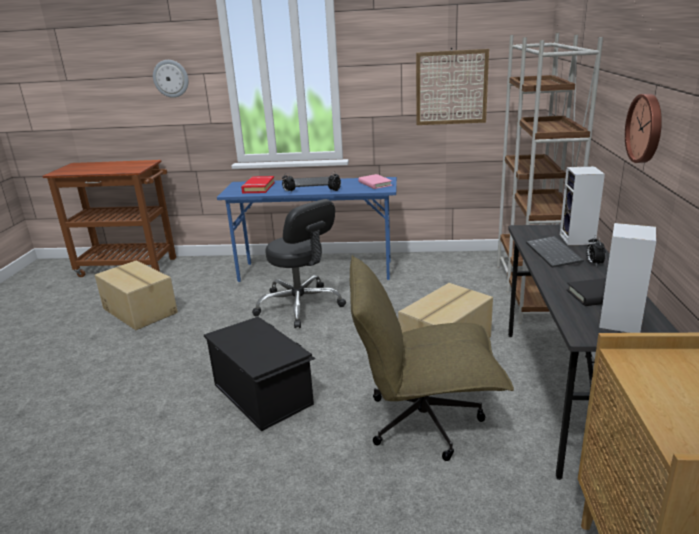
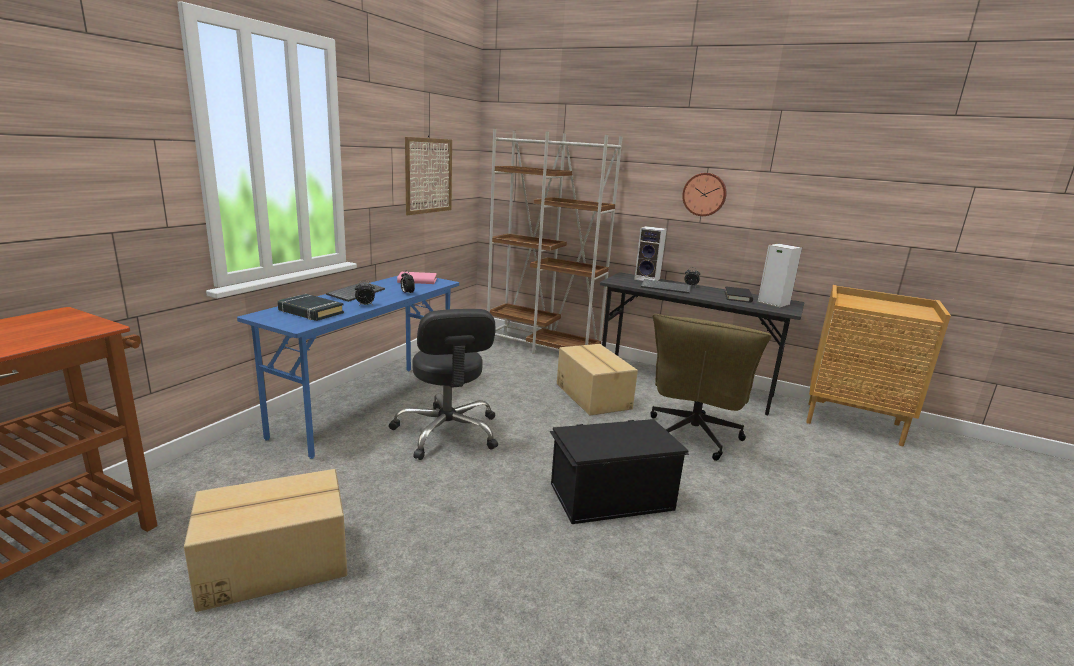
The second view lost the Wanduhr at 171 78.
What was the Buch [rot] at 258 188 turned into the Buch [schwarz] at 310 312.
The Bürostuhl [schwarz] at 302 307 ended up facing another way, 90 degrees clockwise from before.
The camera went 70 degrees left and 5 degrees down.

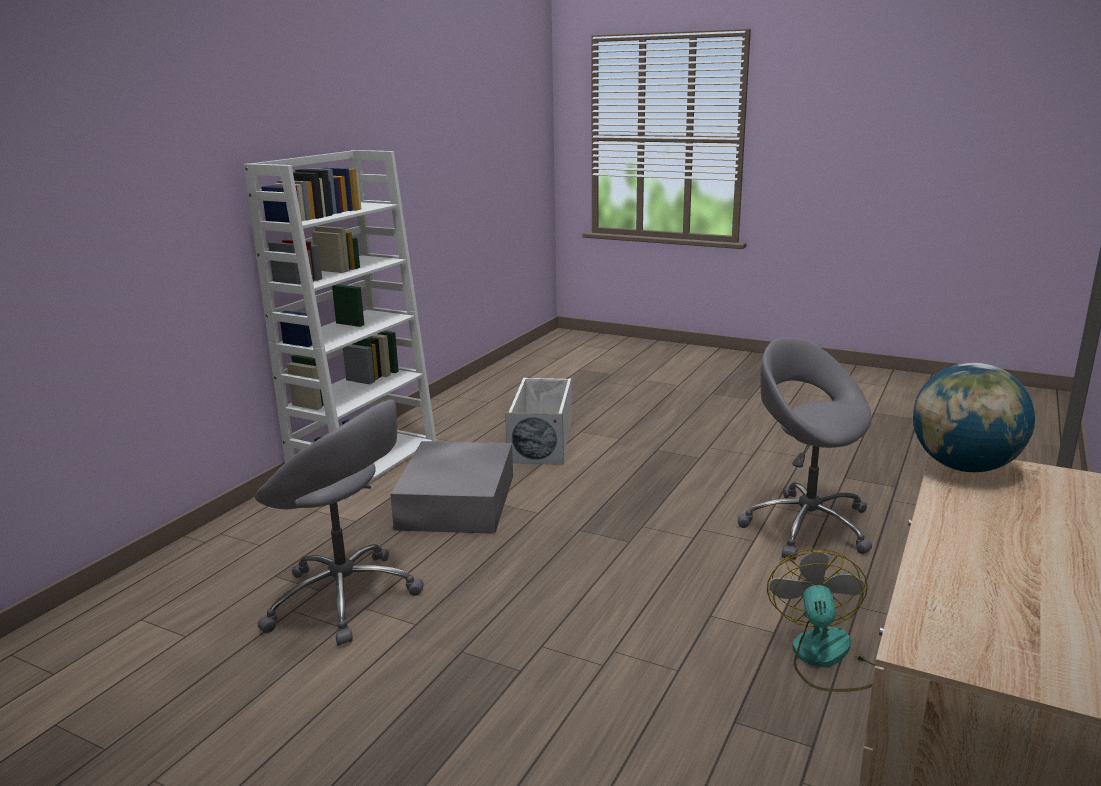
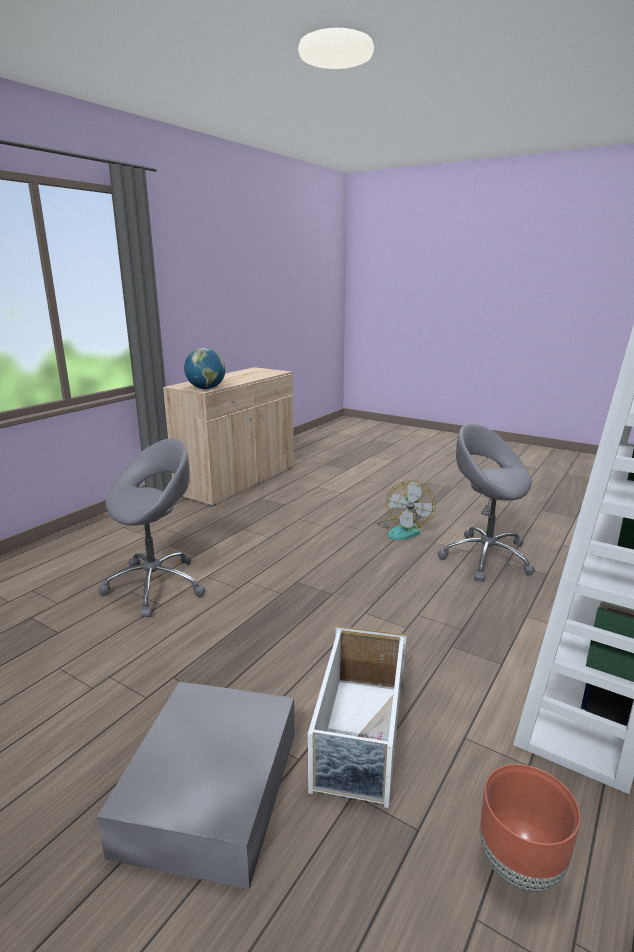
The second view gained the Pflanzkübel [braun] at 518 864.
The Aufbewahrungsbox [grau] ended up elsewhere, having gone from 458 500 to 208 792.
The Ventilator ended up elsewhere, having gone from 825 658 to 404 530.
The Bürostuhl [grau] at 805 526 ended up facing another way, 75 degrees counterclockwise from before.
The camera went 175 degrees left and 0 degrees up.

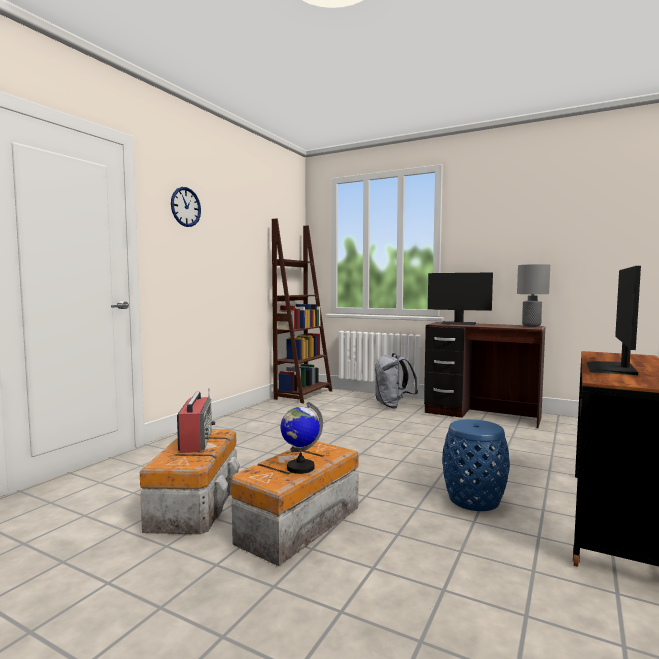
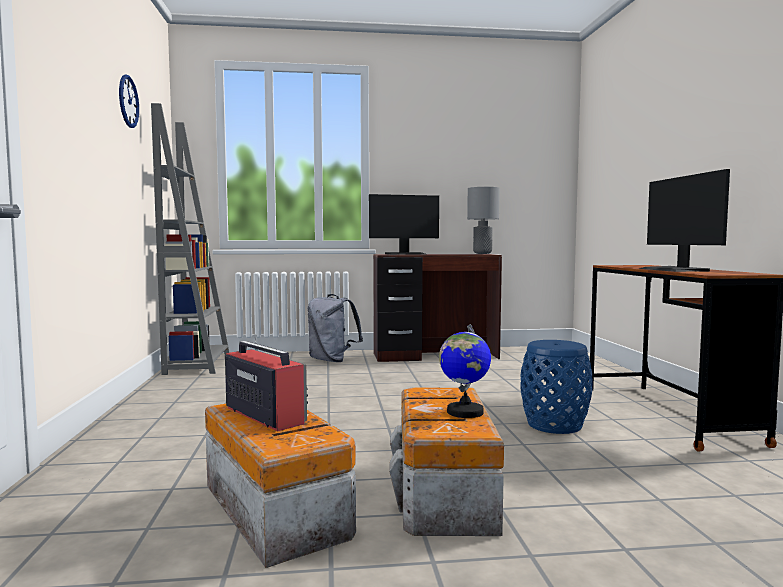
The Wanduhr ended up elsewhere, having gone from 185 207 to 128 101.
What was the Bücherregal [braun] at 303 395 turned into the Bücherregal [grau] at 197 364.
The camera went 35 degrees left and 0 degrees up.

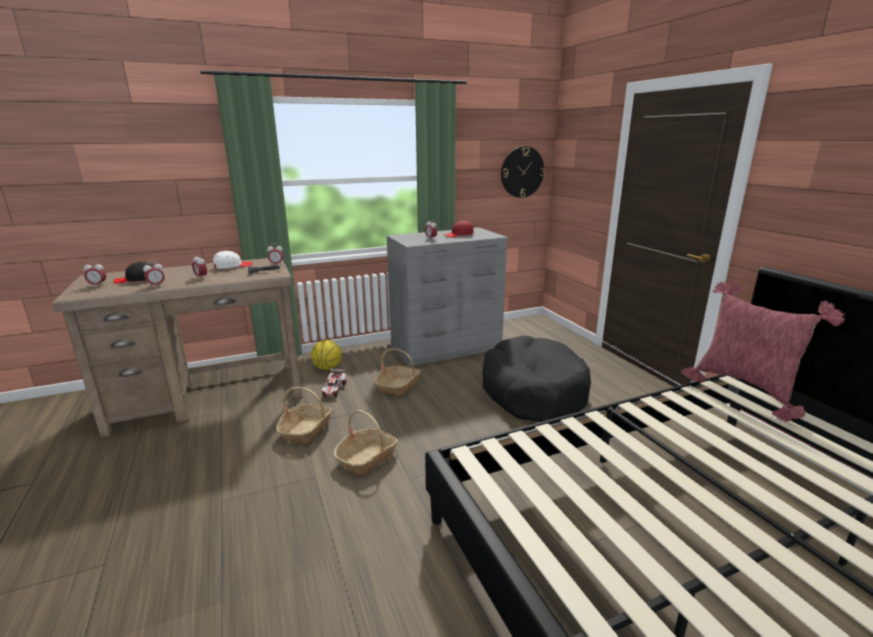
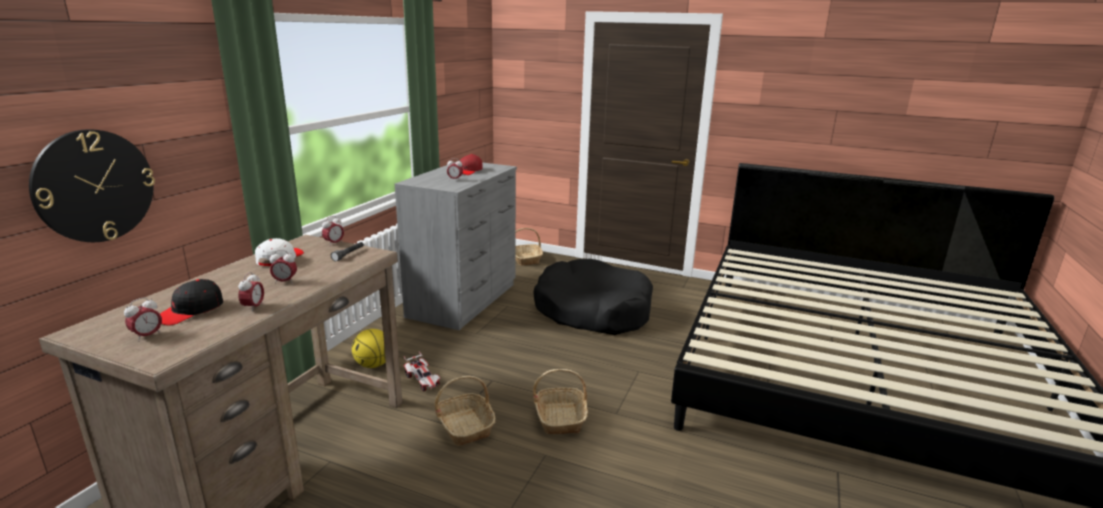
The second view lost the Kissen [rot] at 743 396.
The Korb ended up elsewhere, having gone from 398 386 to 525 259.
The Wanduhr ended up elsewhere, having gone from 522 172 to 94 186.
The camera went 45 degrees left and 0 degrees up.

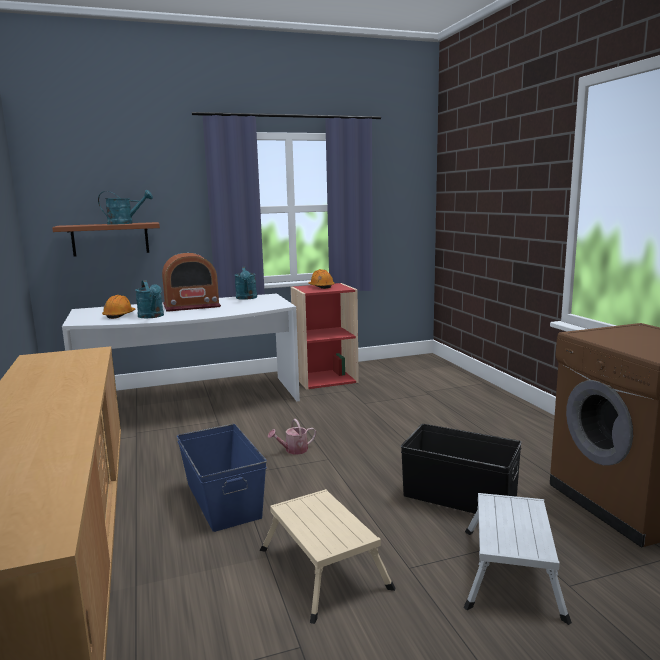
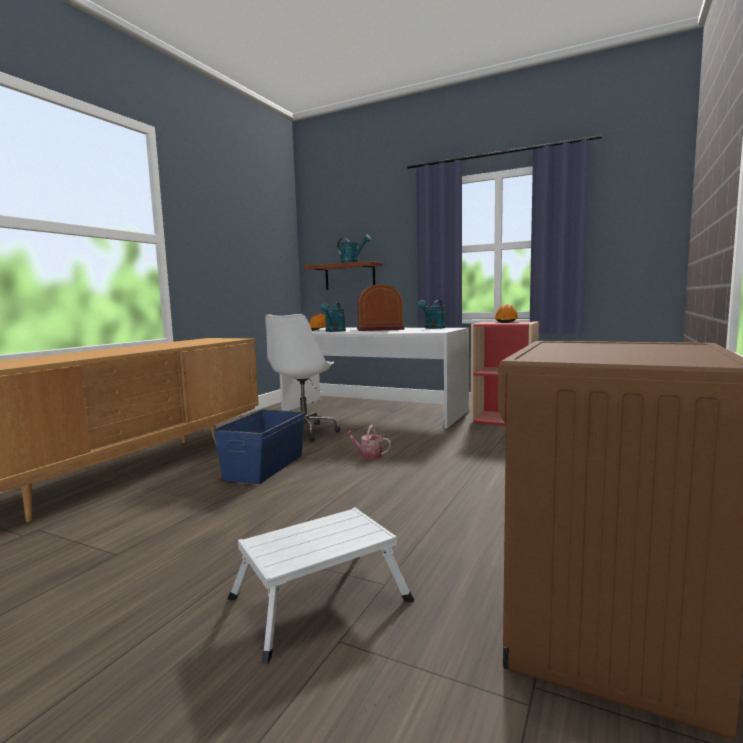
The second view lost the Trittleiter [beige] at 323 567.
The second view lost the Aufbewahrungsbox [schwarz] at 459 496.
The second view gained the Bürostuhl [weiß] at 303 433.
The Radio at 191 306 ended up facing another way, 150 degrees clockwise from before.
The camera went 45 degrees right and 5 degrees down.

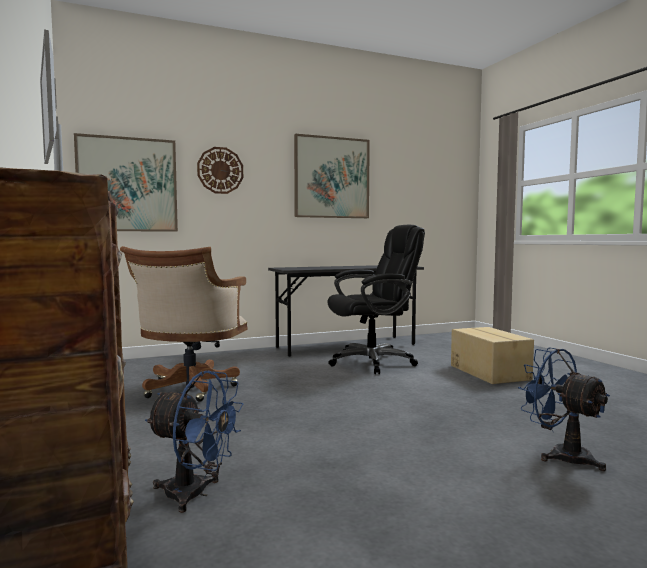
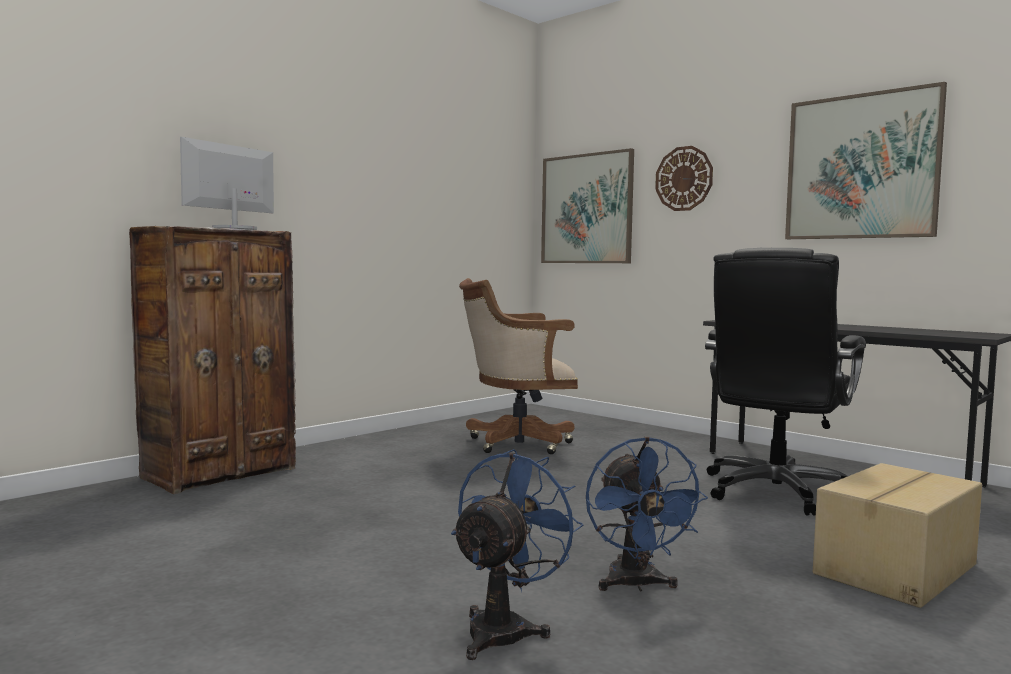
The Ventilator [blau] ended up elsewhere, having gone from 195 494 to 636 585.
The Bürostuhl [schwarz] at 372 362 ended up facing another way, 75 degrees clockwise from before.
The camera went 65 degrees right and 0 degrees up.

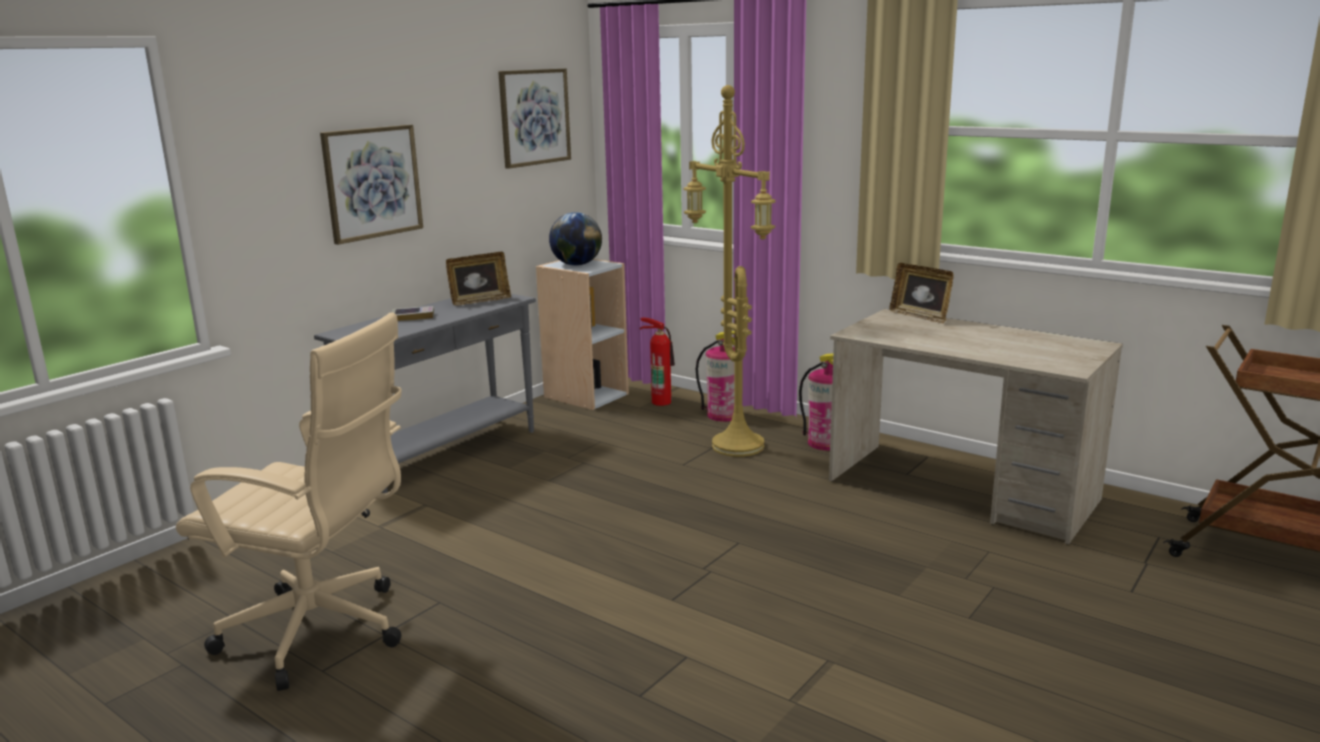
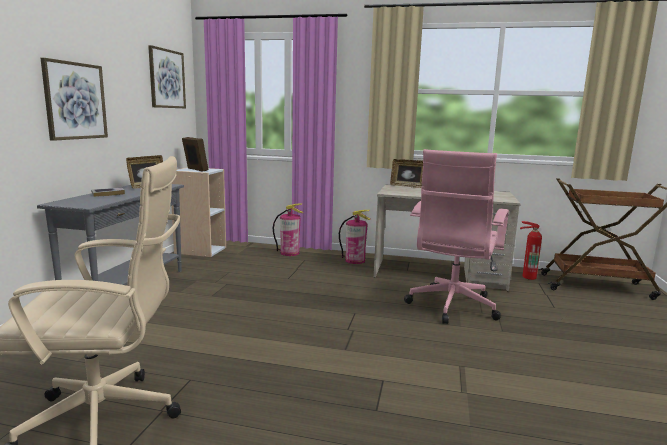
The second view lost the Stehlampe [gelb] at 733 446.
The second view gained the Bürostuhl [rosa] at 451 307.
The Feuerlöscher ended up elsewhere, having gone from 661 401 to 527 277.
Where the Globus stood at 576 265, the Bilderrahmen came to stand at 195 169.
The camera went 25 degrees left and 5 degrees down.

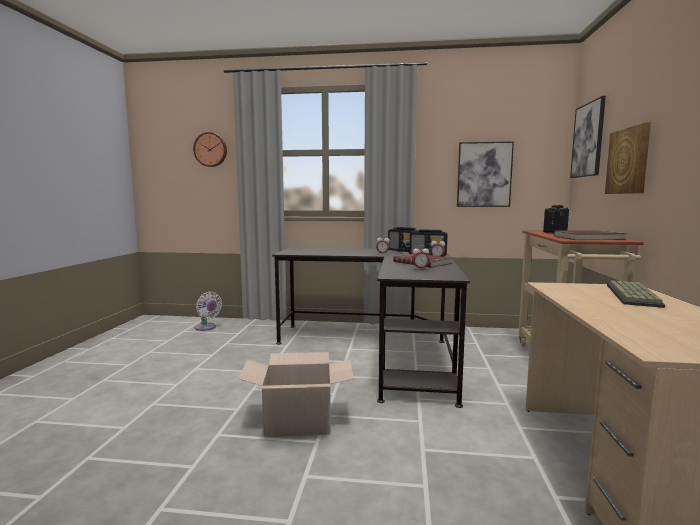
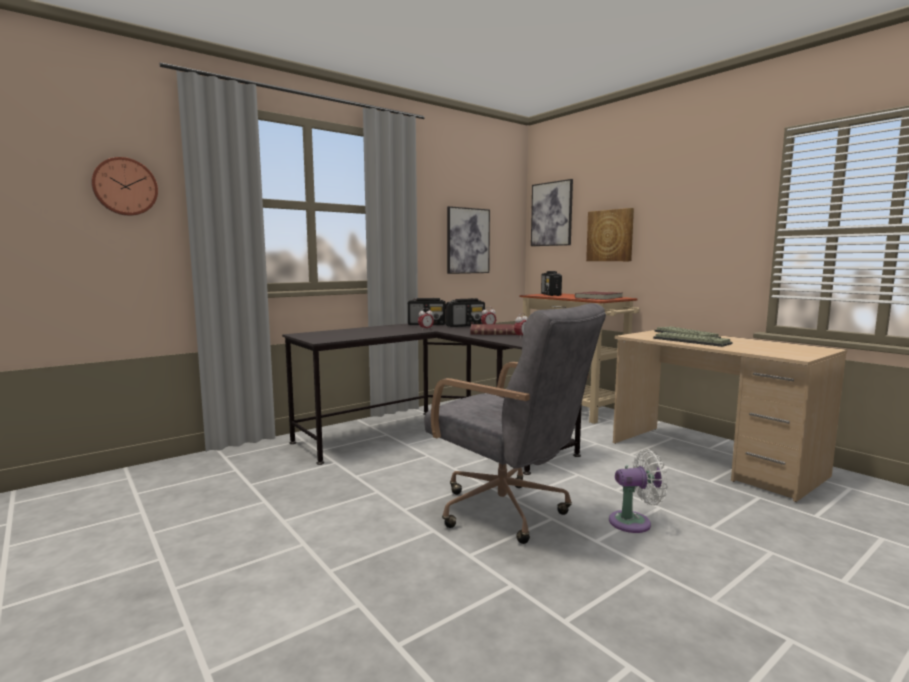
The second view gained the Tastatur at 692 341.
The Ventilator [weiß] ended up elsewhere, having gone from 206 328 to 634 522.
Where the Karton stood at 298 422, the Bürostuhl [grau] came to stand at 508 514.
The camera went 45 degrees left and 0 degrees up.

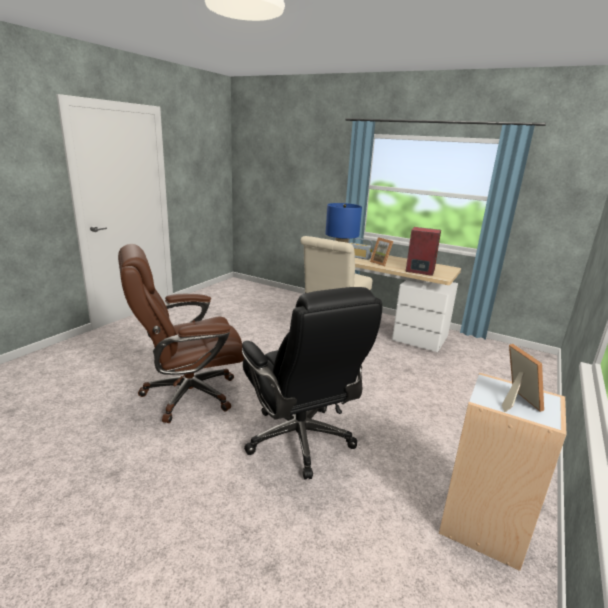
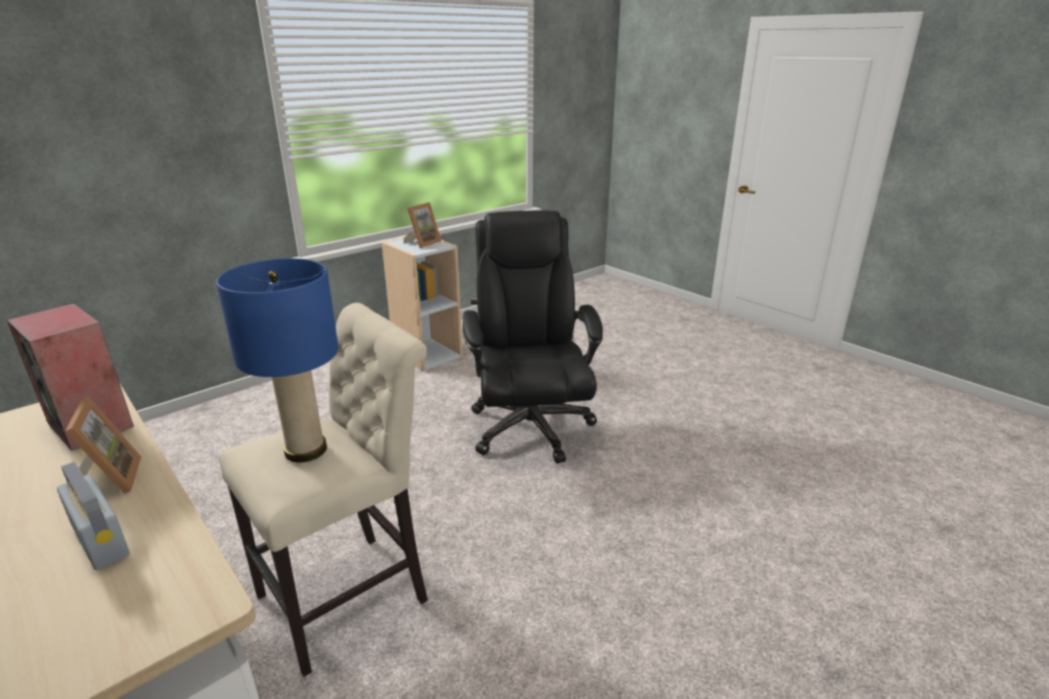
The second view lost the Bürostuhl [braun] at 189 394.
The Bilderrahmen at 515 401 ended up facing another way, 150 degrees counterclockwise from before.
The camera went 160 degrees left and 5 degrees up.

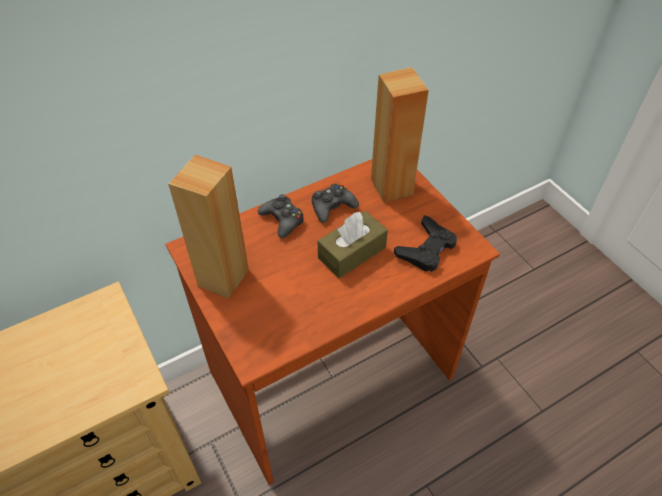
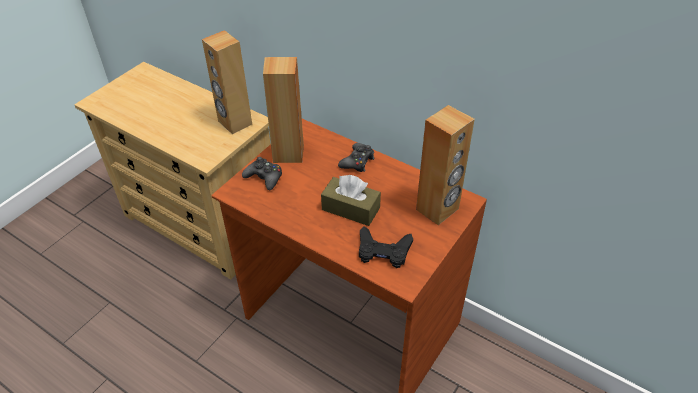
The second view gained the Lautsprecher [braun] at 234 123.
The Gamepad [schwarz] ended up elsewhere, having gone from 332 207 to 264 177.
The camera went 65 degrees right and 5 degrees down.

